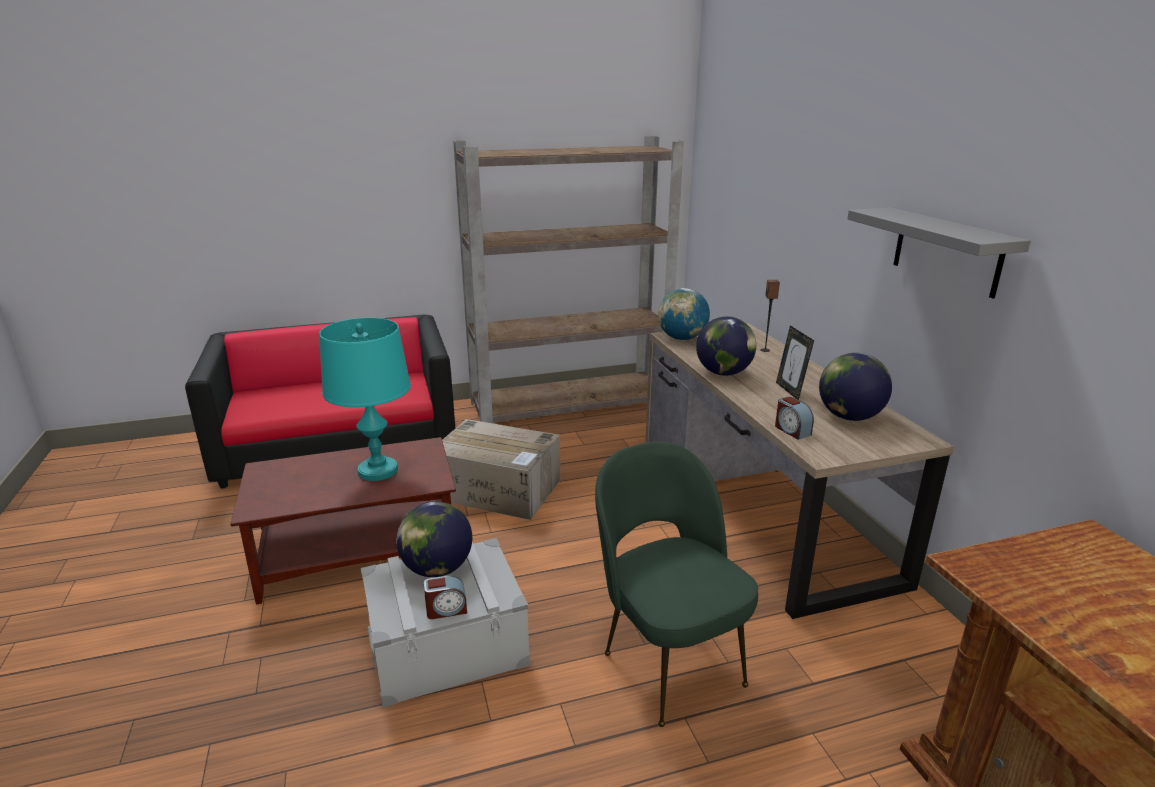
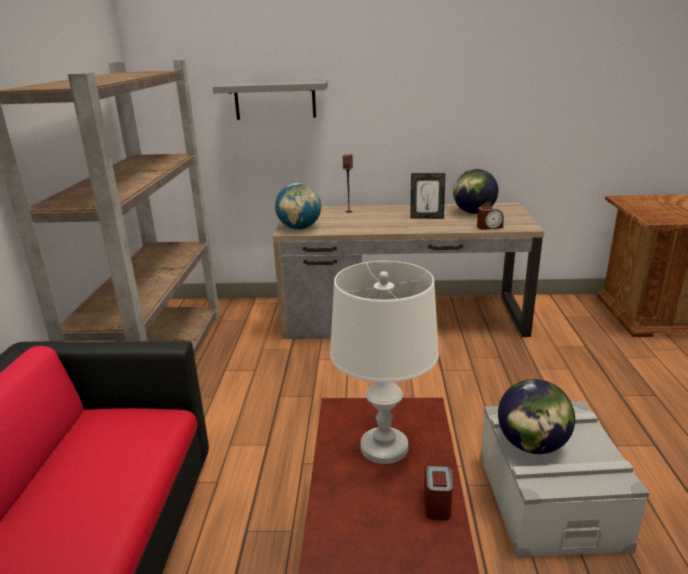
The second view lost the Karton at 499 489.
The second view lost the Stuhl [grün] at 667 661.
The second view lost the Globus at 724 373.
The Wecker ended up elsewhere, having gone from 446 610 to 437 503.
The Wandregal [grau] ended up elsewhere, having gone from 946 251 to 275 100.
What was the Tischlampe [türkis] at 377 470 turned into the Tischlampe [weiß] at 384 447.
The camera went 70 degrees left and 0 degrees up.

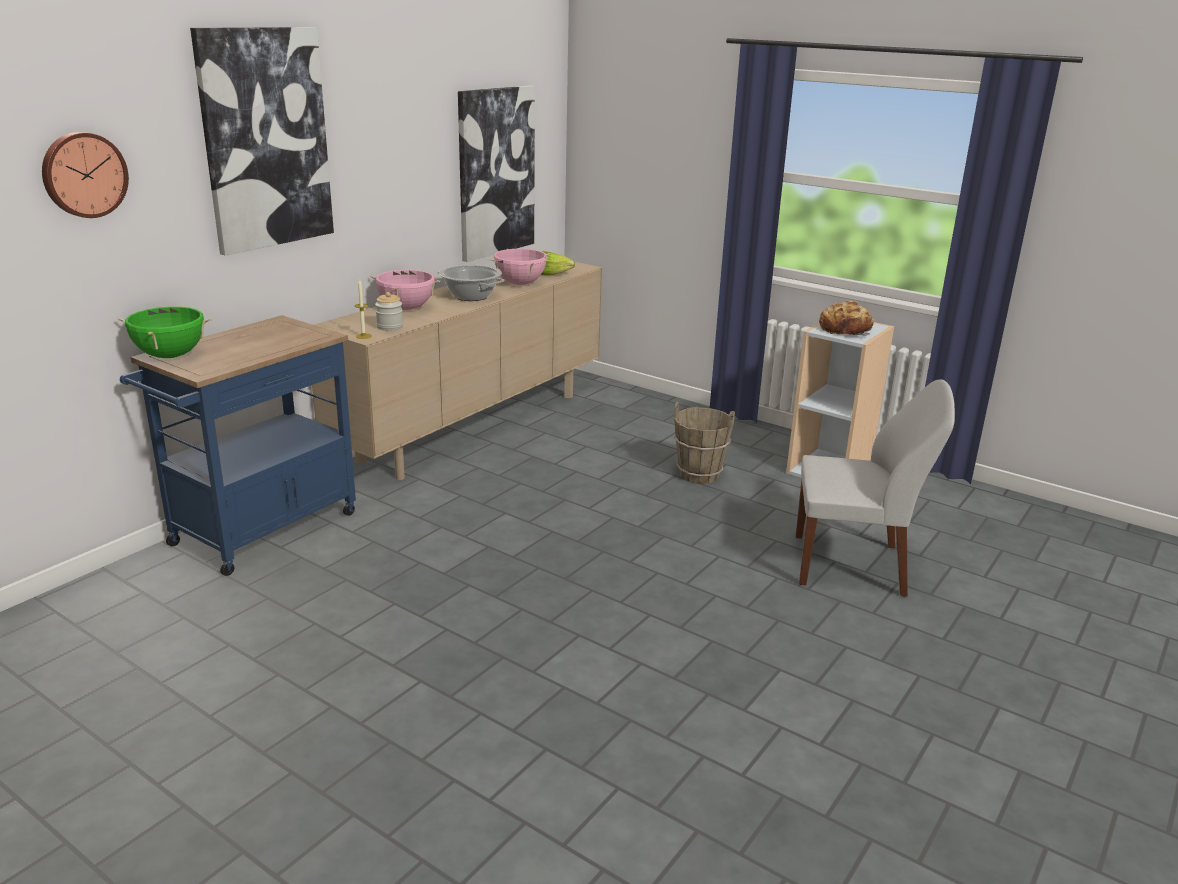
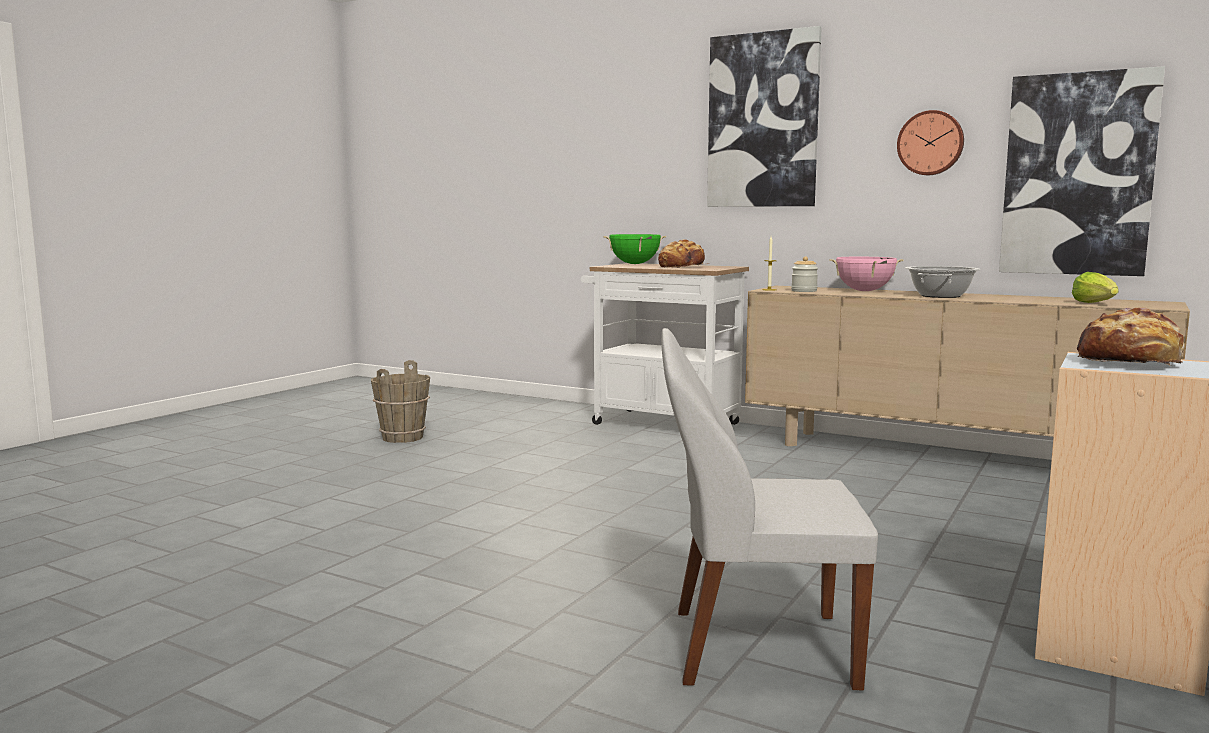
The second view lost the Kochtopf [rosa] at 520 284.
The second view gained the Brot at 682 266.
The Wanduhr ended up elsewhere, having gone from 83 174 to 930 143.
The Eimer [braun] ended up elsewhere, having gone from 699 474 to 403 438.
What was the Rollwagen [blau] at 260 531 turned into the Rollwagen [weiß] at 661 423.
The Stuhl [weiß] at 853 566 ended up facing another way, 90 degrees clockwise from before.
The camera went 85 degrees right and 15 degrees down.

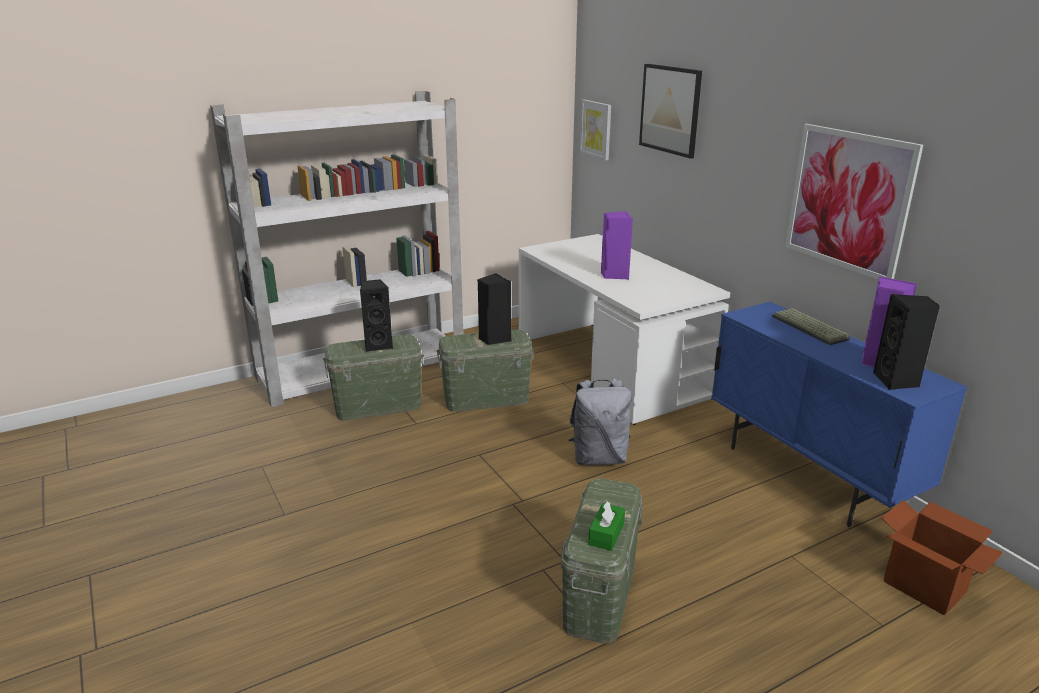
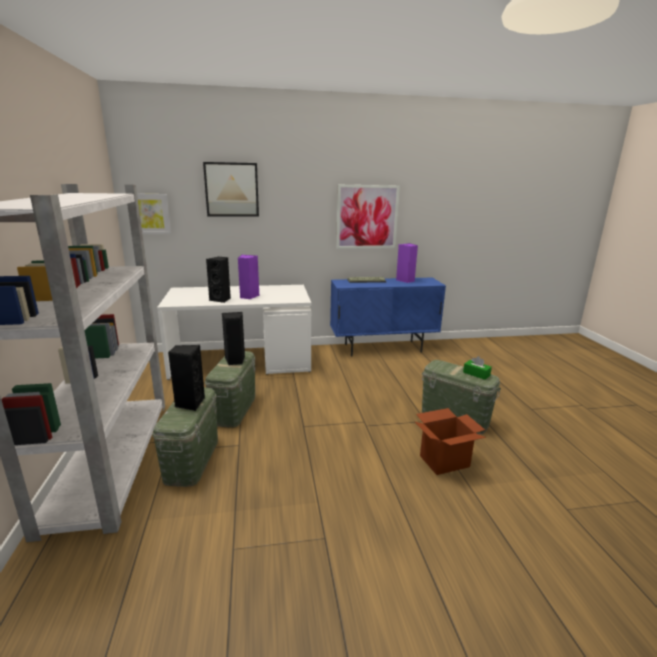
The second view lost the Rucksack [grau] at 599 458.
The Lautsprecher [schwarz] ended up elsewhere, having gone from 896 381 to 221 299.
The Karton ended up elsewhere, having gone from 925 587 to 444 461.
The camera went 70 degrees left and 5 degrees down.

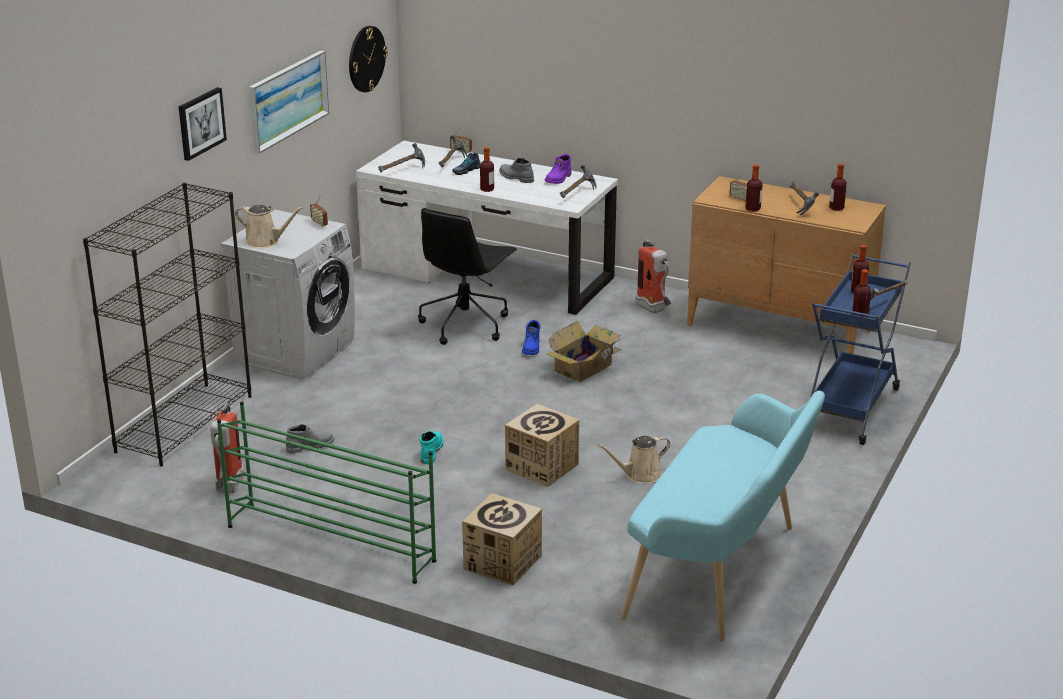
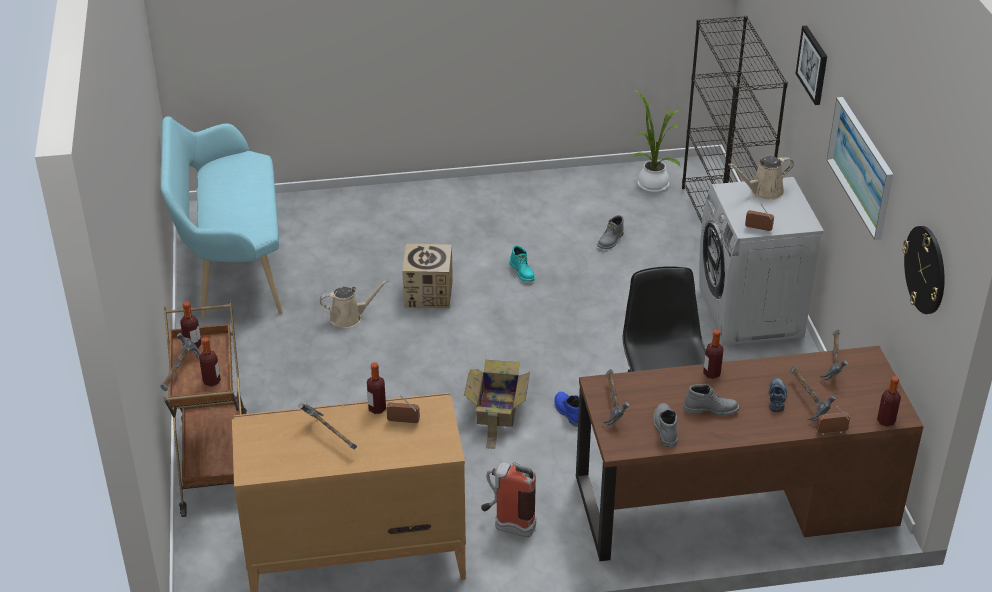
The second view lost the Feuerlöscher at 228 489.
The second view lost the Schuhregal [grün] at 329 543.
The second view lost the Karton at 502 562.
The second view gained the Topfpflanze at 651 184.
The Flasche ended up elsewhere, having gone from 836 208 to 886 421.
What was the Schreibtisch [weiß] at 487 274 turned into the Schreibtisch [braun] at 734 501.
What was the Stiefel [lila] at 558 179 turned into the Stiefel [grau] at 664 428.
What was the Rollwagen [blau] at 850 410 turned into the Rollwagen [braun] at 216 464.
The Gießkanne [beige] at 640 475 ended up facing another way, 45 degrees clockwise from before.
The camera went 145 degrees right and 10 degrees up.

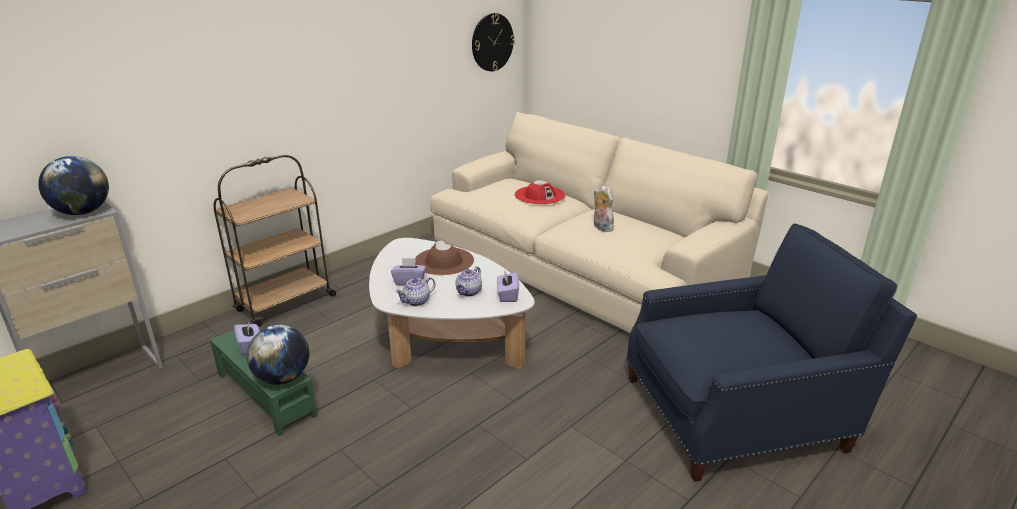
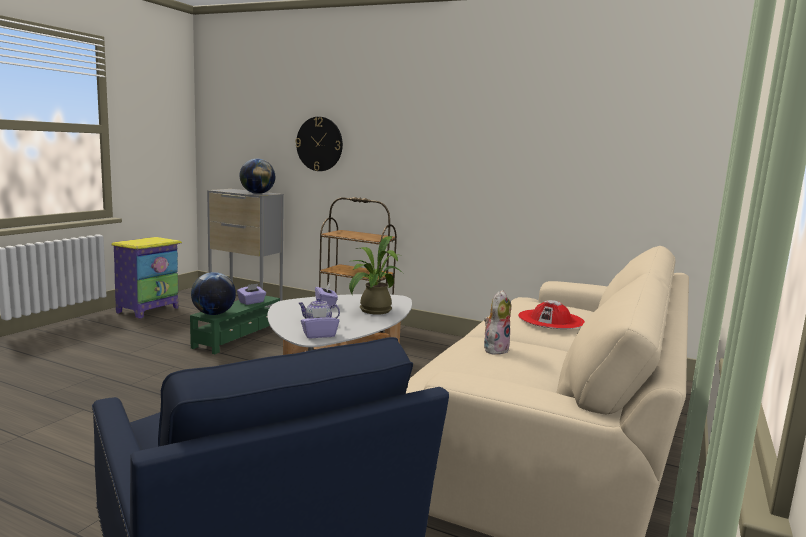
The second view lost the Teekanne at 416 301.
The Wanduhr ended up elsewhere, having gone from 492 42 to 319 144.
Where the Hut [braun] stood at 443 261, the Topfpflanze came to stand at 372 311.
The camera went 70 degrees right and 15 degrees down.

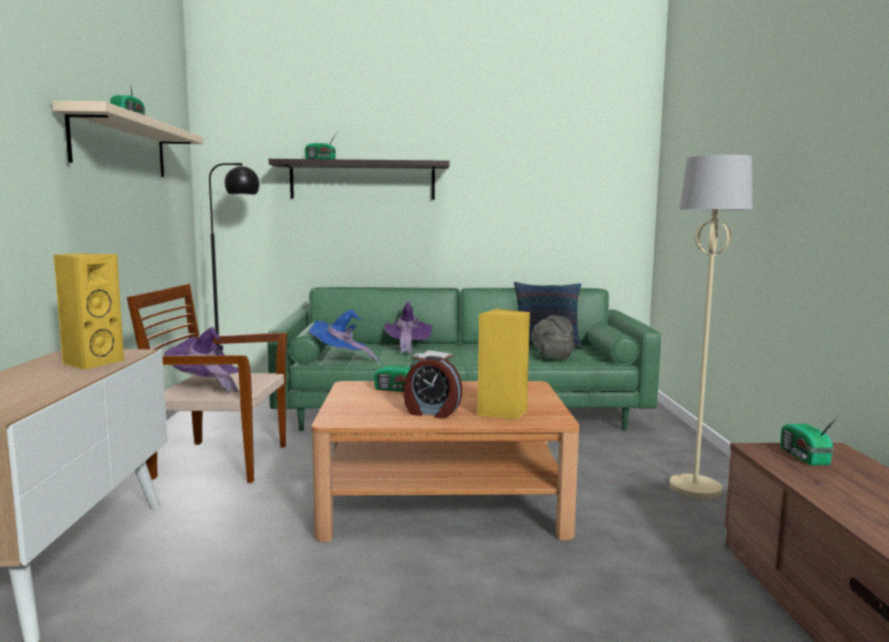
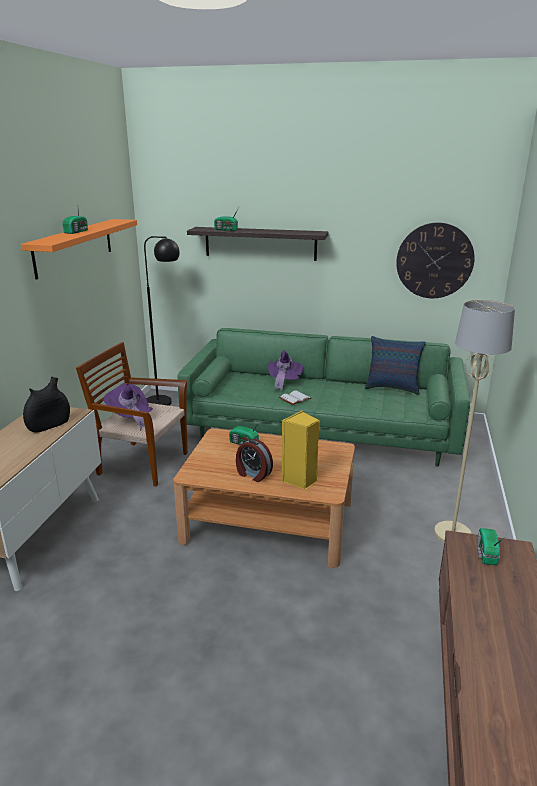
The second view lost the Hut [blau] at 340 360.
The second view lost the Hut [grau] at 551 357.
The second view gained the Wanduhr at 434 261.
Where the Lautsprecher [gelb] stood at 91 363, the Vase [schwarz] came to stand at 49 425.
What was the Wandregal [beige] at 121 146 turned into the Wandregal [orange] at 74 247.
The camera went 15 degrees right and 15 degrees up.

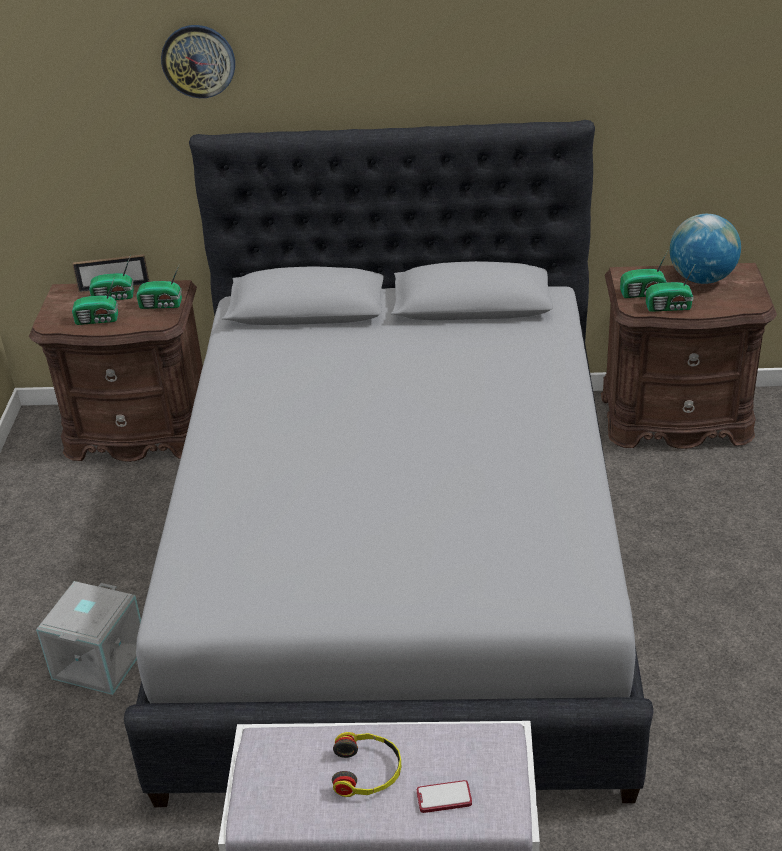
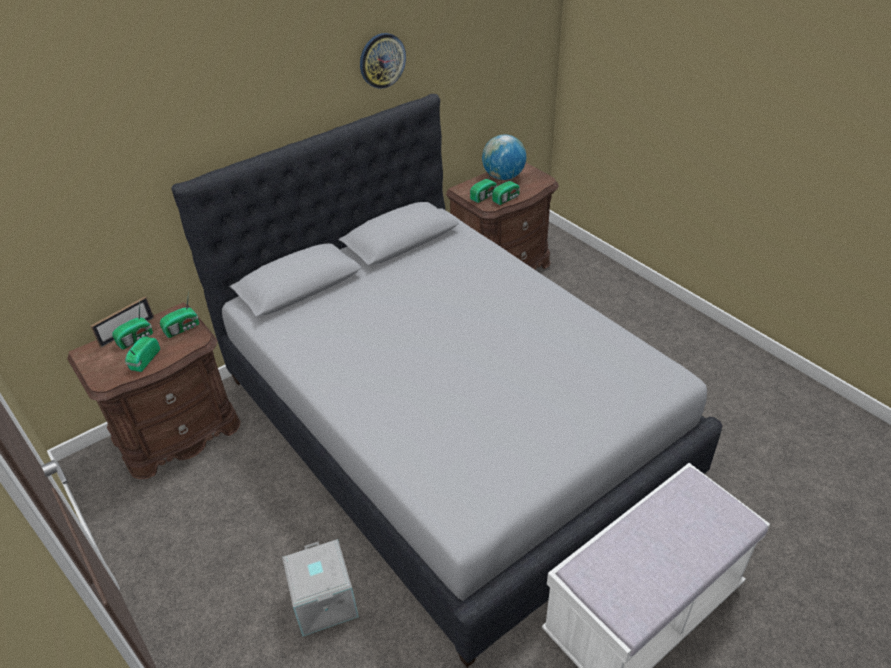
The second view lost the Kopfhörer at 367 771.
The second view lost the Handy at 444 798.
The Wanduhr ended up elsewhere, having gone from 198 61 to 382 60.
The Radio at 98 320 ended up facing another way, 150 degrees clockwise from before.
The camera went 40 degrees left and 5 degrees up.

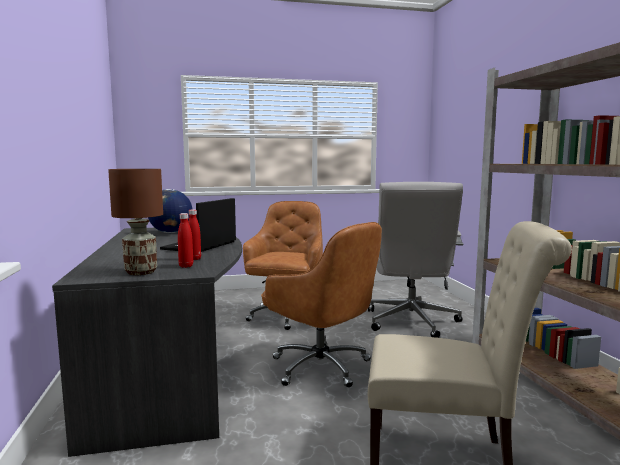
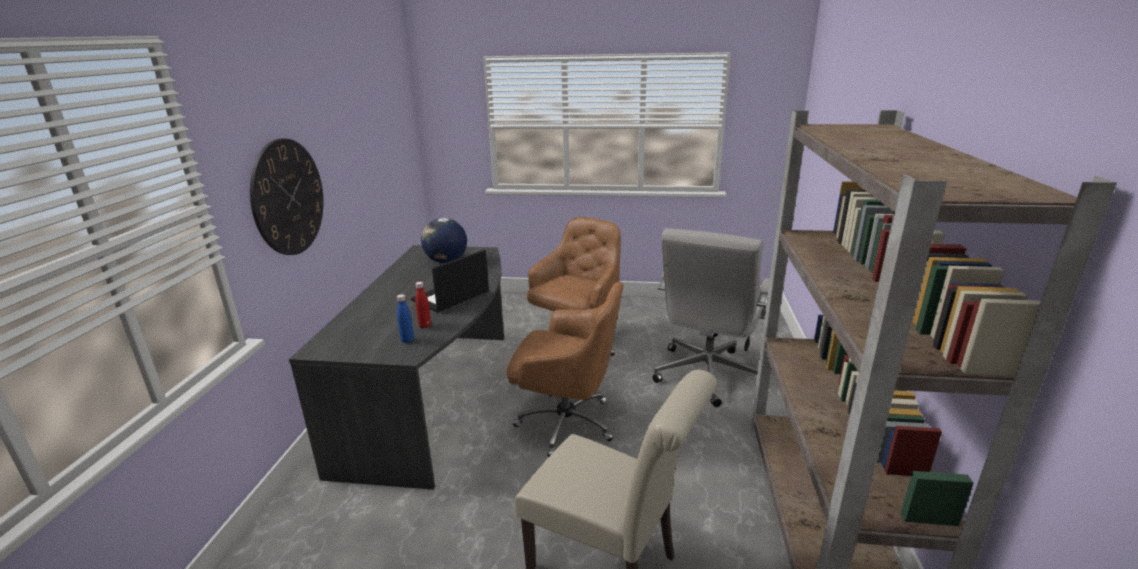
The second view lost the Tischlampe [braun] at 140 272.
The second view gained the Wanduhr at 288 197.
What was the Flasche [rot] at 186 266 turned into the Flasche [blau] at 407 340.
The Bürostuhl [braun] at 320 367 ended up facing another way, 45 degrees counterclockwise from before.
The camera went 20 degrees right and 15 degrees up.

